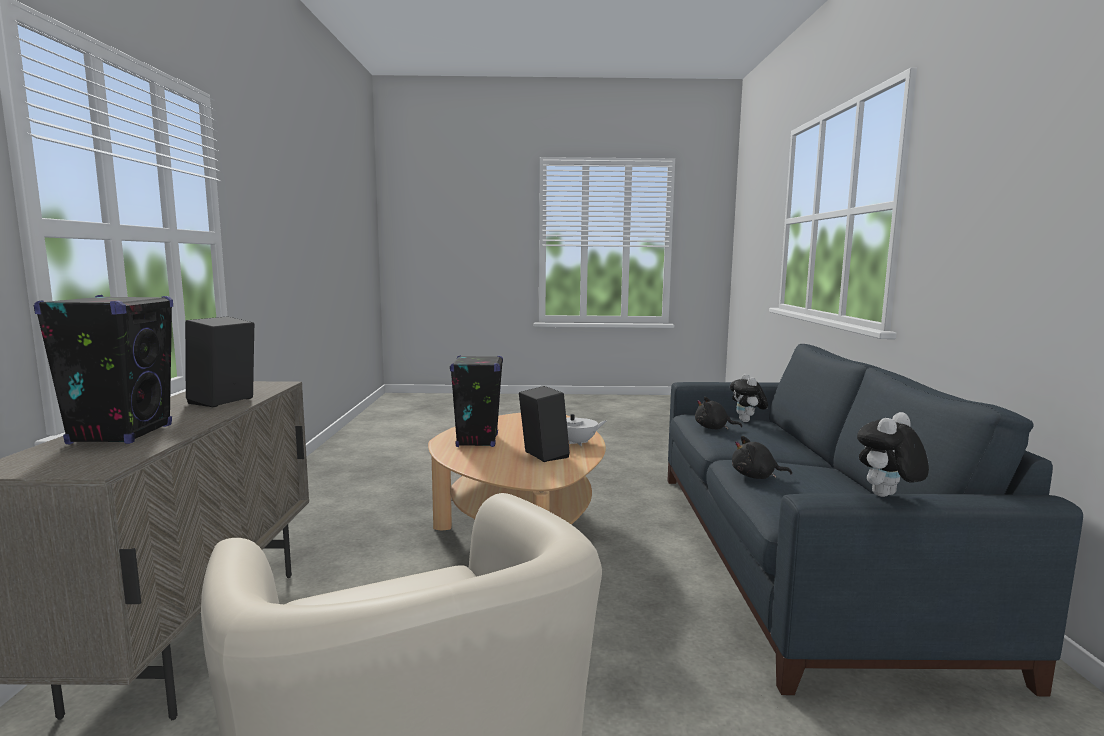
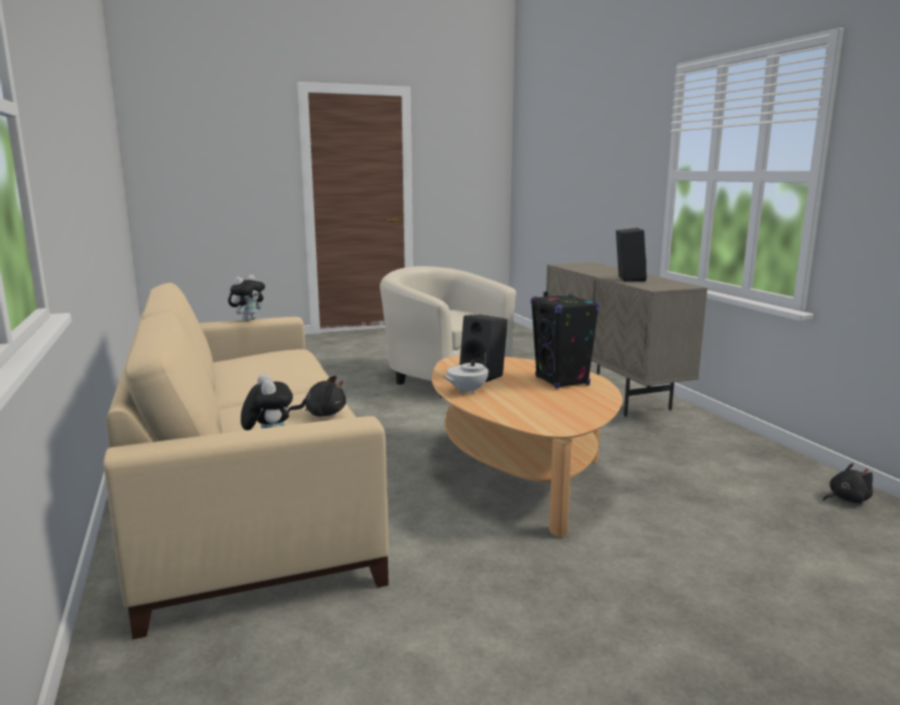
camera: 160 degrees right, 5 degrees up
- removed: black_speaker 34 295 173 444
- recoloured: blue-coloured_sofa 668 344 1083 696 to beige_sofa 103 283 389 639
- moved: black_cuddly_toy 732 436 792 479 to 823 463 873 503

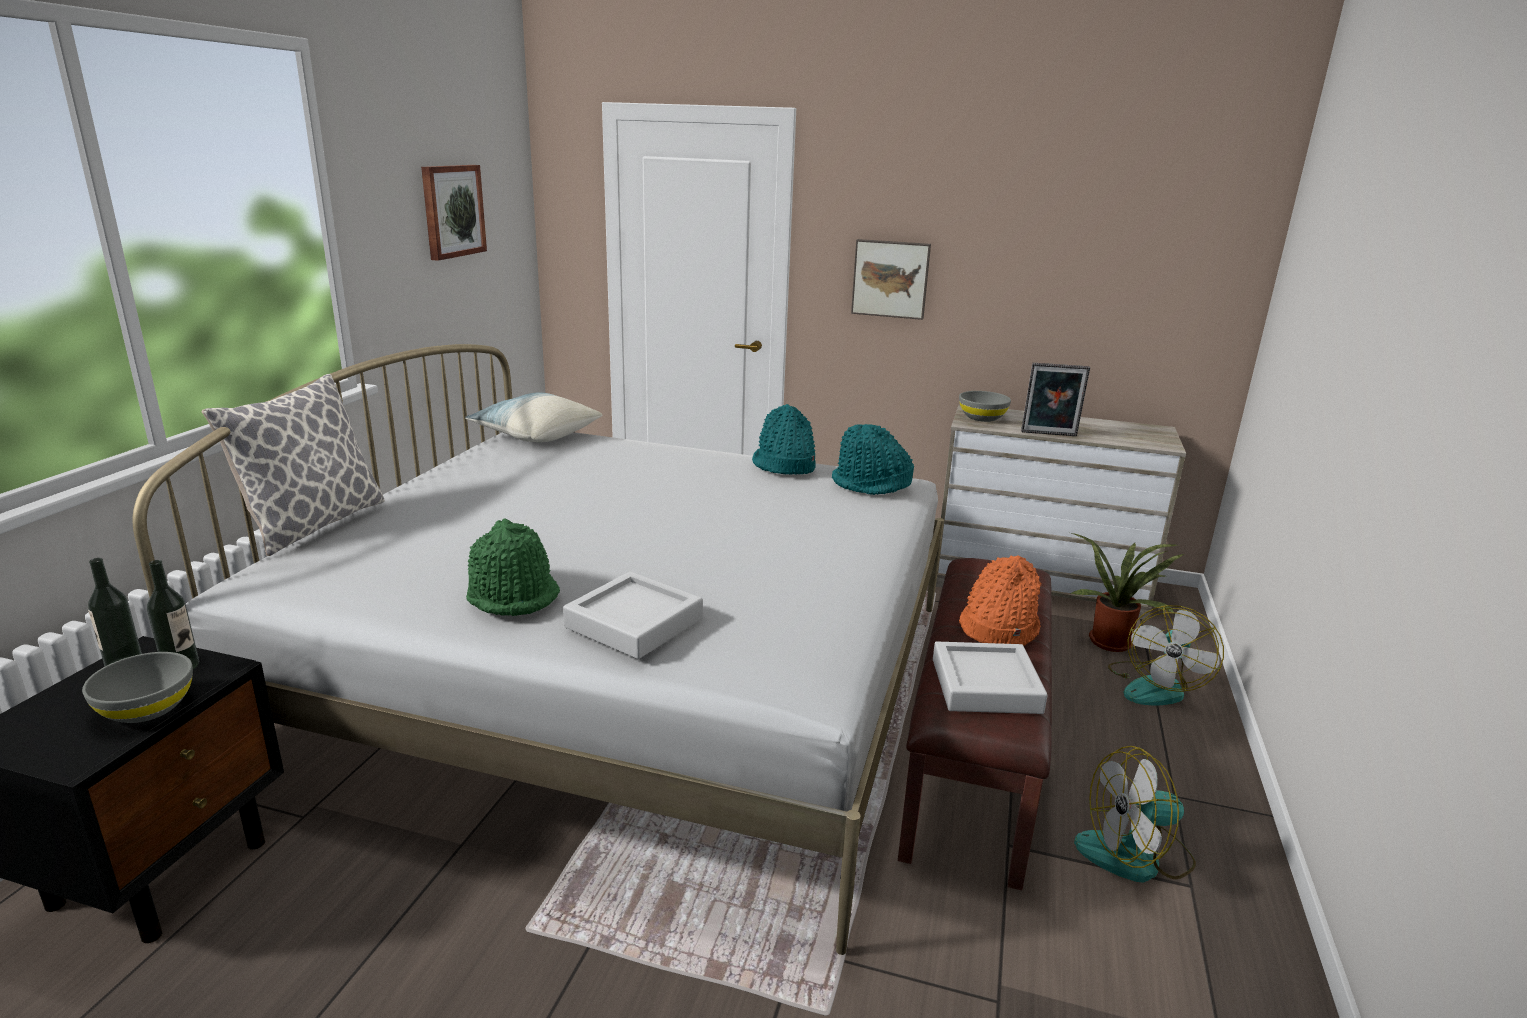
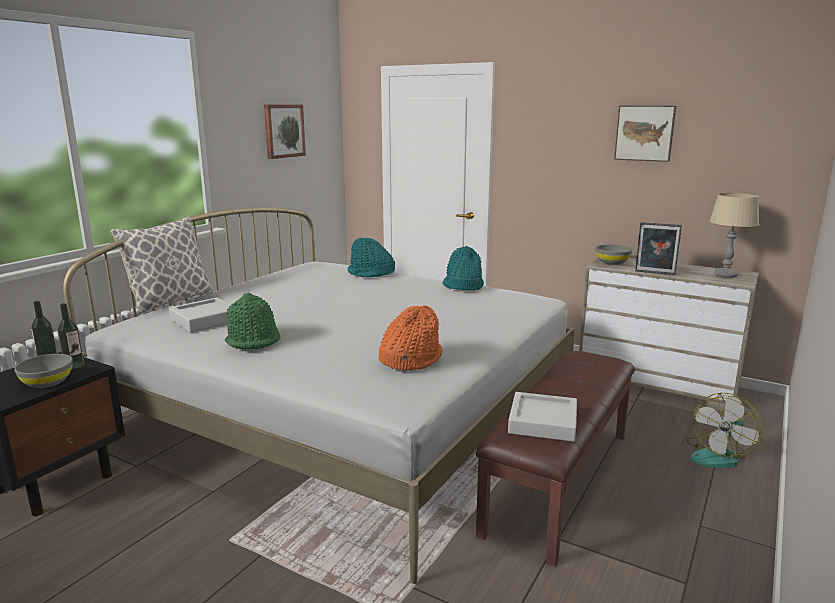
camera: 15 degrees right, 5 degrees down
- removed: cushion 465 392 602 442
- moved: grey_tray 563 571 703 659 to 169 297 231 332
- moved: turquoise-coloured_wearable_hat 832 424 914 495 to 348 238 395 277
- moved: wall_art 851 239 931 320 to 614 106 676 162
- moved: orange-coloured_wearable_hat 959 555 1041 646 to 379 305 443 370
- removed: plant_in_a_pot 1071 533 1184 652
- removed: cooling_fan 1074 746 1196 883
- added: beige_lamp_for_a_table 709 193 759 278

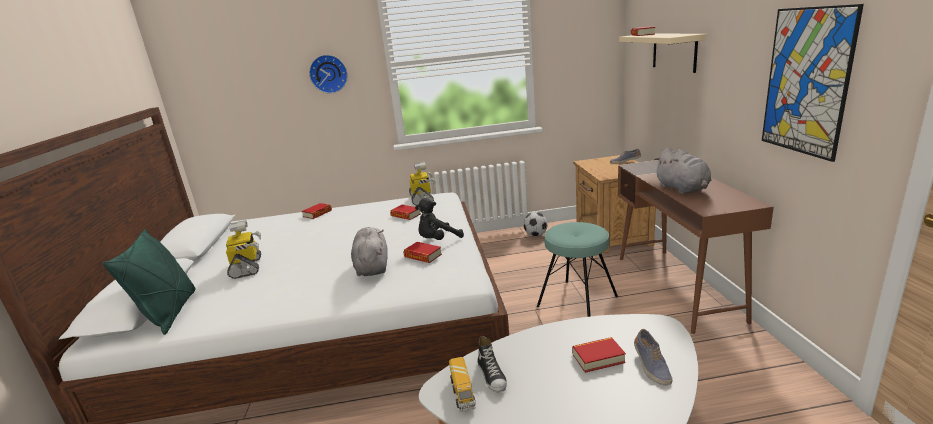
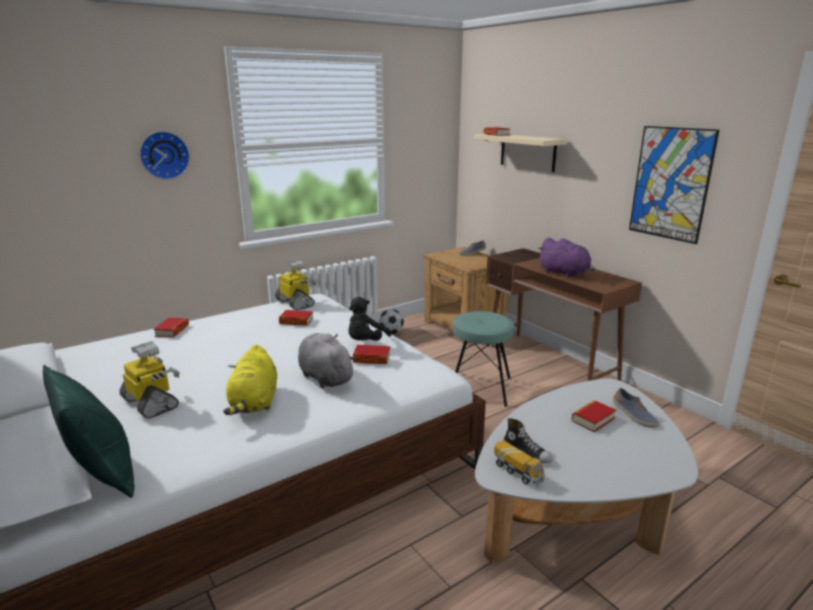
camera: 30 degrees left, 0 degrees up
- recoloured: grey_cuddly_toy 654 147 711 194 to purple_cuddly_toy 538 238 595 278
- added: yellow-coloured_cuddly_toy 223 344 277 415

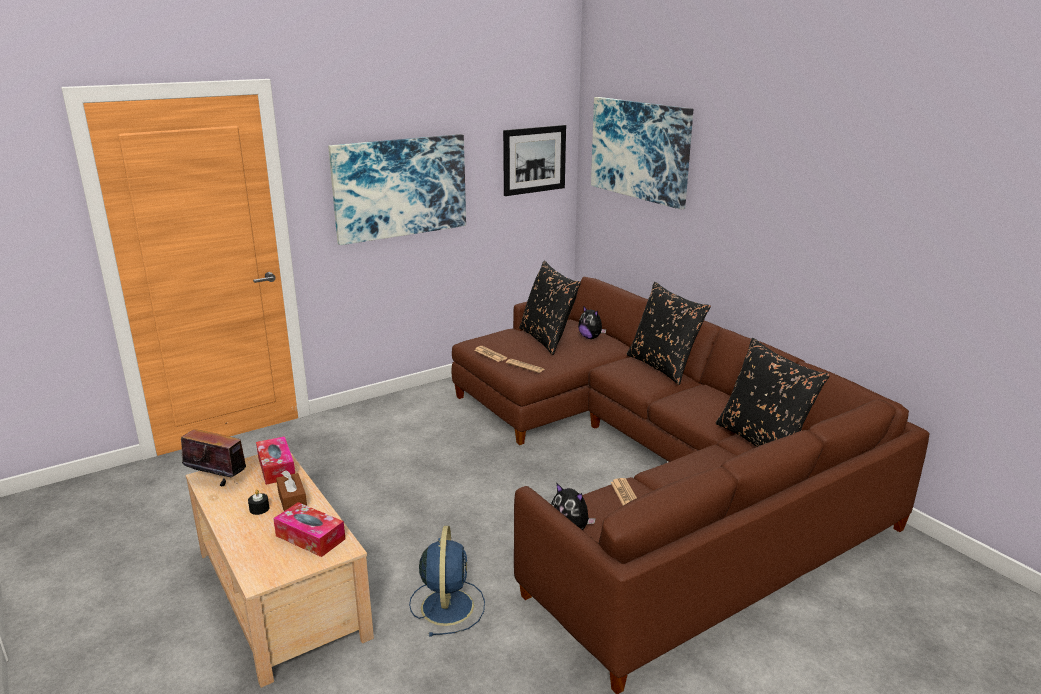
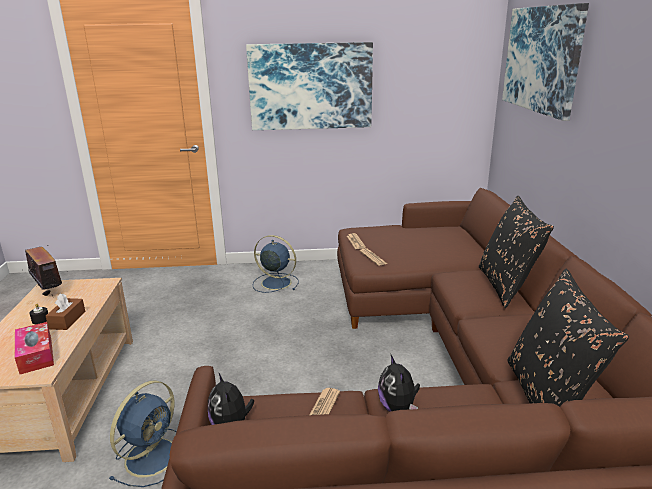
camera: 30 degrees right, 0 degrees up
- removed: box_of_tissues 256 436 295 485
- removed: wall_art 503 125 566 196
- removed: black_cushion 519 261 581 355
- moved: cuddly_toy 578 306 606 339 to 378 355 420 412
- added: blue-coloured_cooling_fan 253 235 298 293

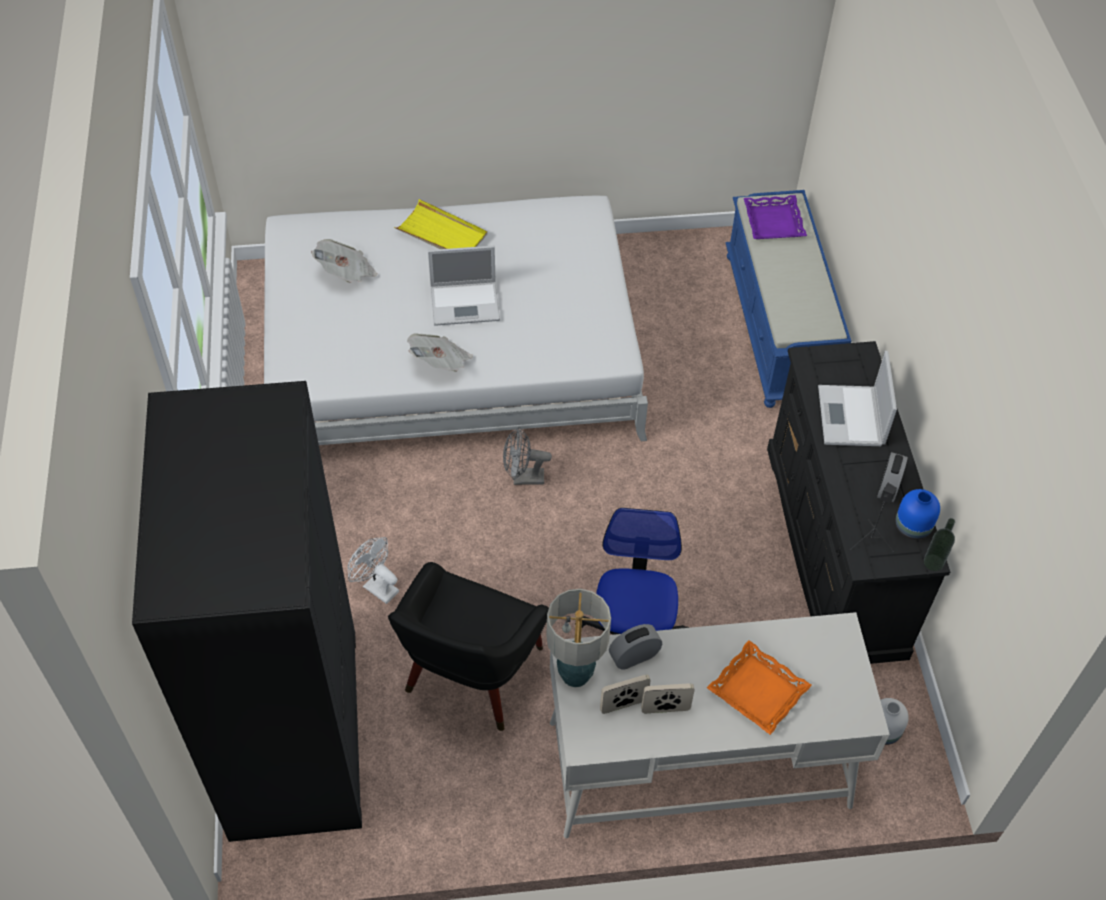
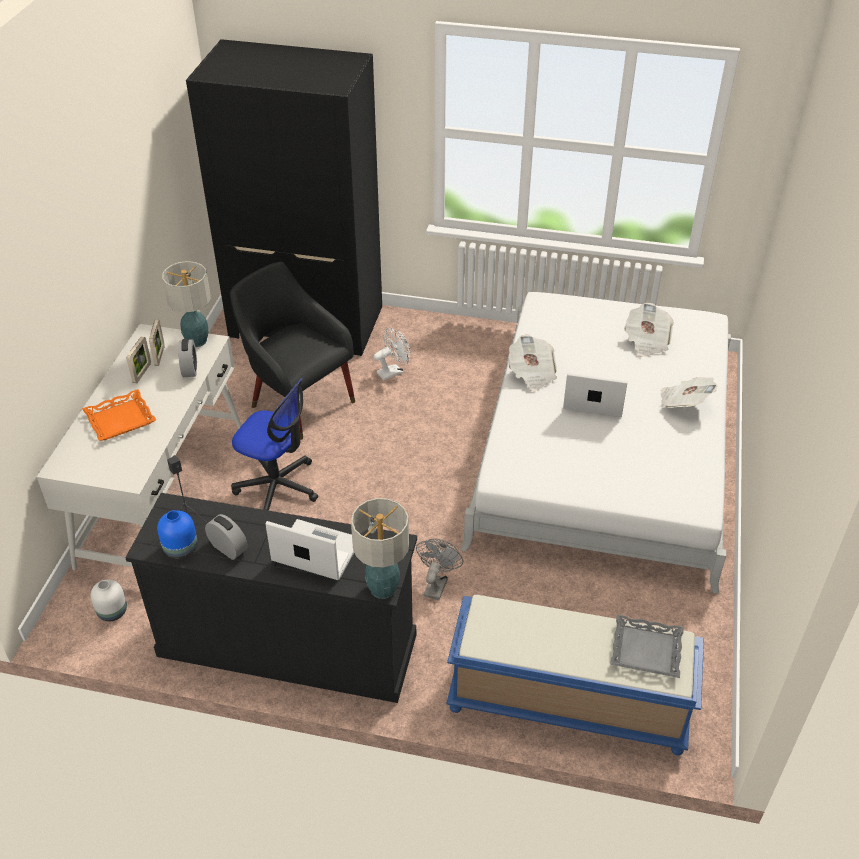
camera: 110 degrees right, 10 degrees down
- replaced: yellow-coloured_tray 394 199 487 249 to printed_paper 661 377 717 408
- turned: portable_computer 428 246 500 326 = 563 373 628 417 90 degrees clockwise
- moved: grey_cooling_fan 503 427 552 485 to 416 539 463 600
- recoloured: purple_tray 744 195 807 239 to grey_tray 610 614 684 678
- removed: drink_bottle 924 518 955 571
- added: lamp_for_a_table 351 498 409 599

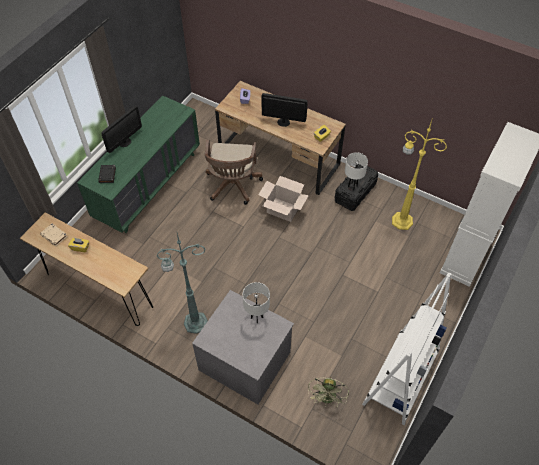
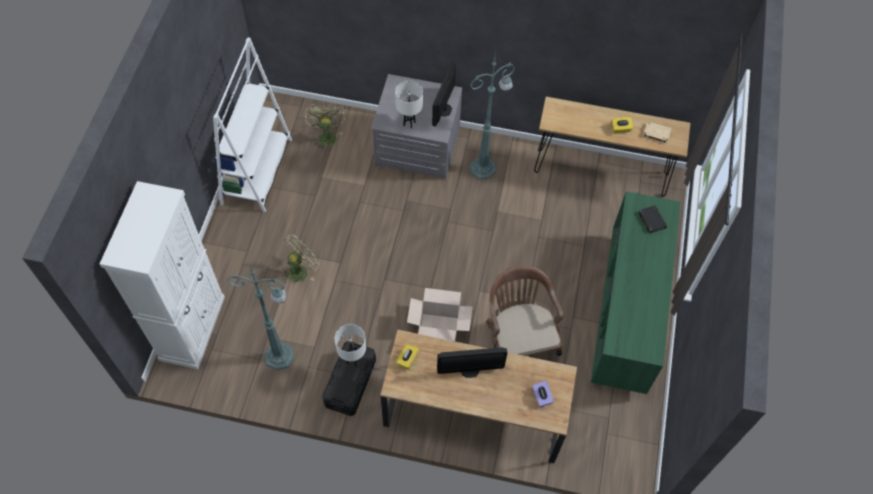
camera: 160 degrees right, 5 degrees up
- moved: computer_display 101 106 142 153 to 432 63 456 127
- recoloured: yellow-coloured_standard_lamp 392 120 447 230 to green-coloured_standard_lamp 227 263 294 370
- added: green-coloured_cooling_fan 282 234 320 282

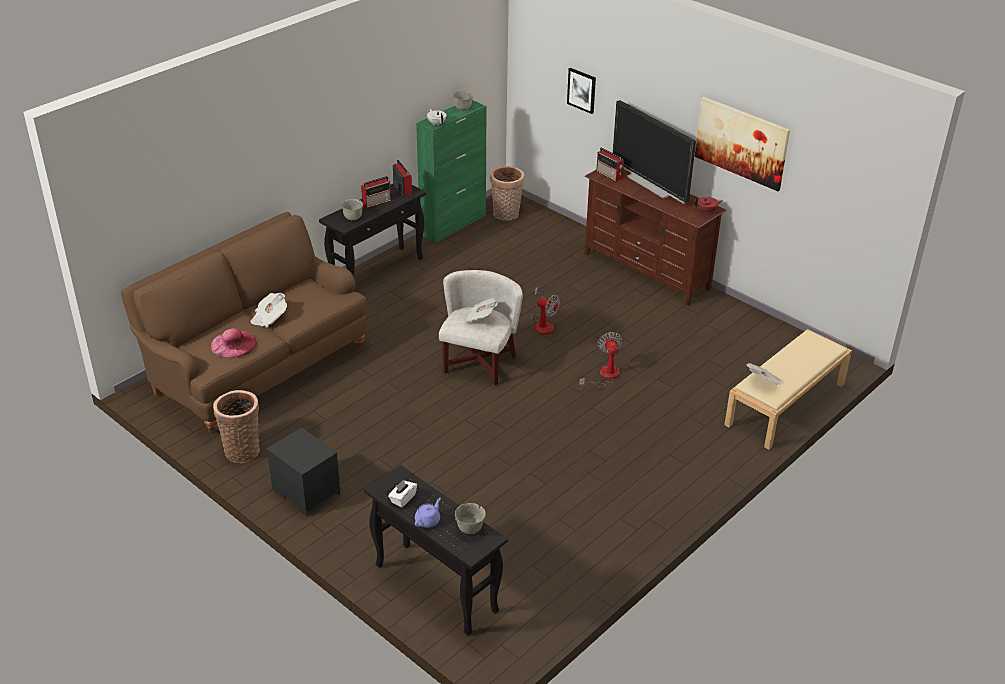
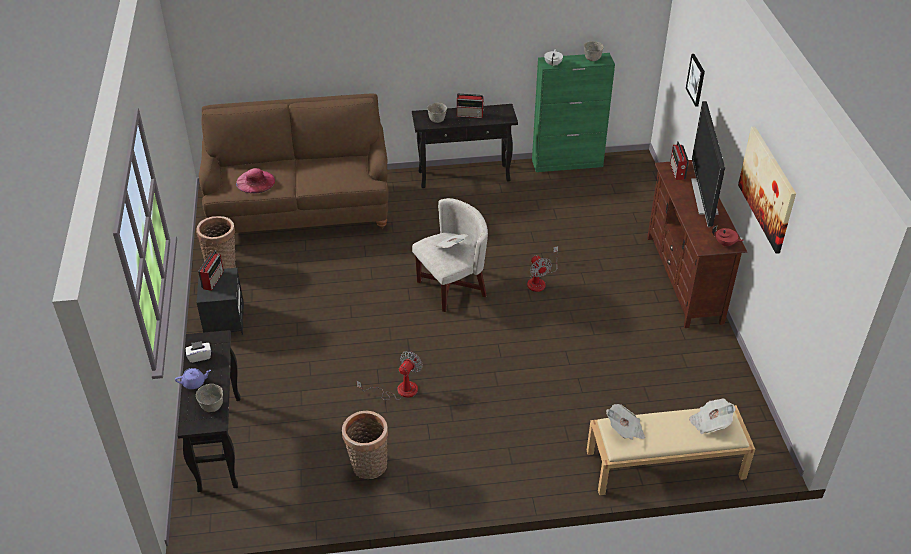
camera: 40 degrees right, 5 degrees up
- moved: printed_paper 250 293 287 327 to 689 399 736 434
- moved: radio_set 392 160 412 195 to 198 250 224 291
- moved: household_basket 490 166 524 221 to 342 411 388 479
- moved: cooling_fan 579 332 623 390 to 356 351 423 400

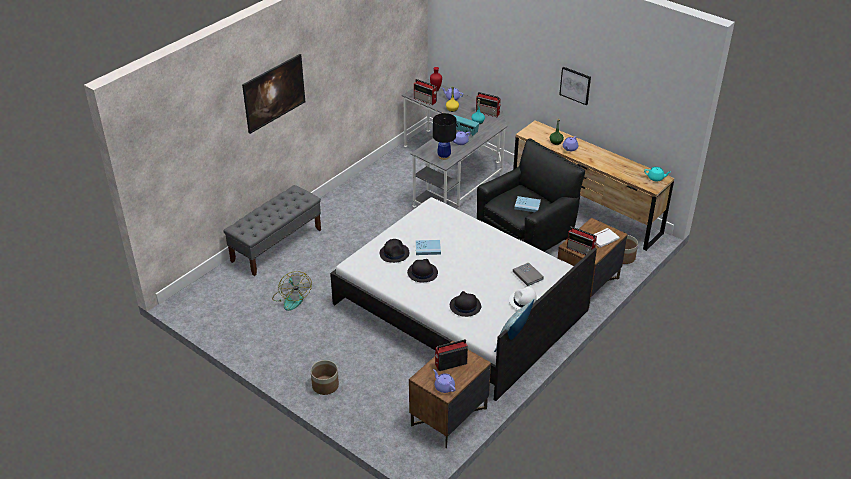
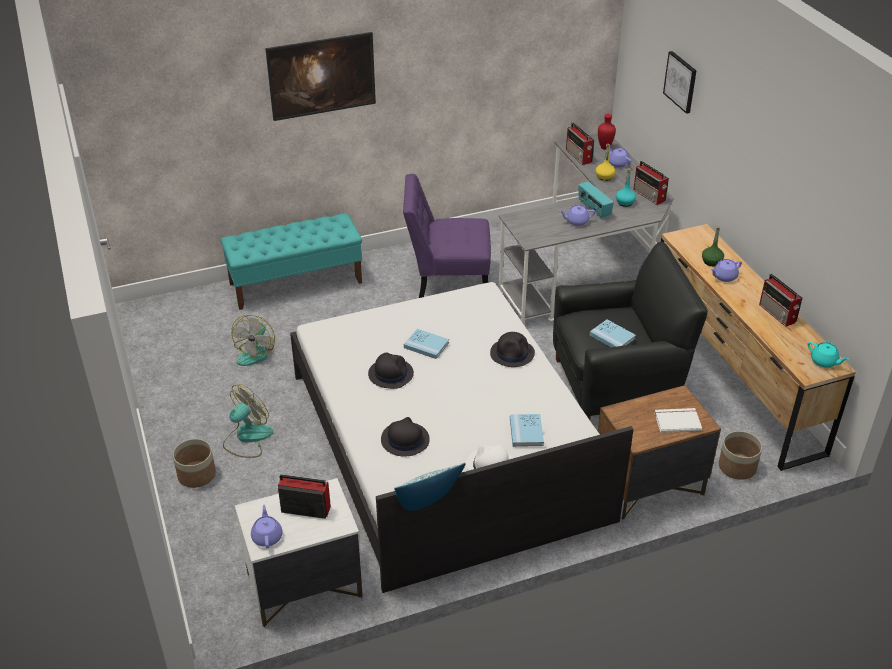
camera: 30 degrees right, 0 degrees up
- recoloured: grey_long_seat 224 185 321 276 to turquoise-coloured_long_seat 220 213 362 310
- moved: black_wearable_hat 380 239 409 263 to 490 332 535 367
- recoloured: brown_nightstand 409 341 491 449 to white_nightstand 235 478 363 628
- removed: black_lamp_for_a_table 433 113 456 160
- recoloured: grey_book 513 262 544 286 to blue-coloured_book 510 414 544 447
- moved: wall_art 559 67 591 105 to 663 51 697 114
- moved: radio_set 567 226 597 255 to 759 274 802 327
- added: cooling_fan 223 384 273 458
- added: purple_plain_chair 403 174 491 298

